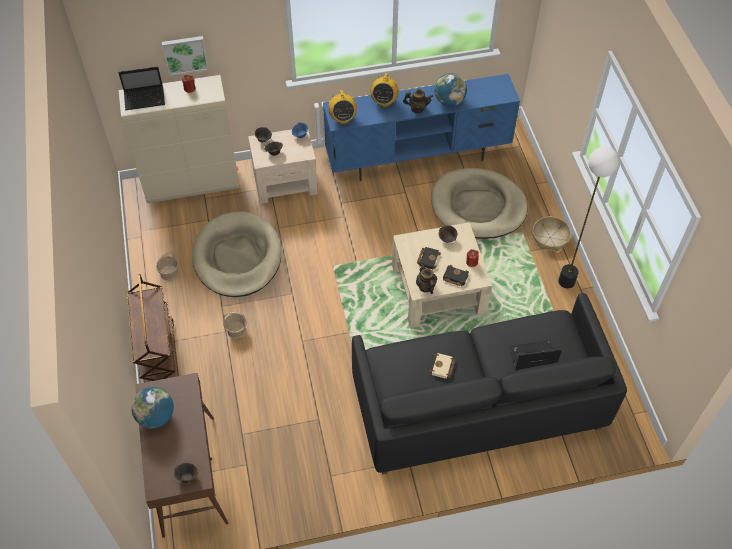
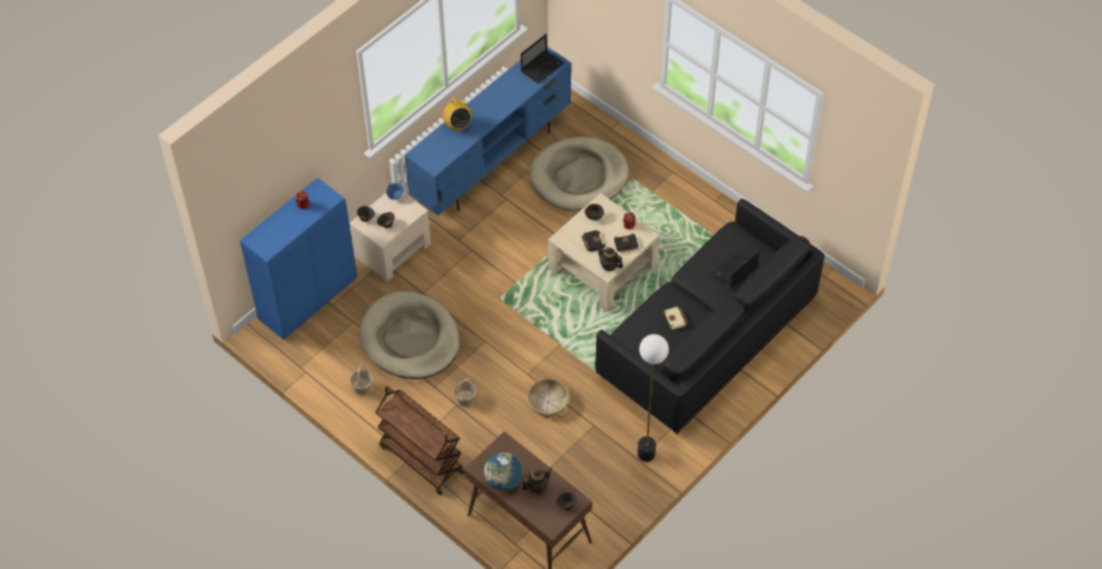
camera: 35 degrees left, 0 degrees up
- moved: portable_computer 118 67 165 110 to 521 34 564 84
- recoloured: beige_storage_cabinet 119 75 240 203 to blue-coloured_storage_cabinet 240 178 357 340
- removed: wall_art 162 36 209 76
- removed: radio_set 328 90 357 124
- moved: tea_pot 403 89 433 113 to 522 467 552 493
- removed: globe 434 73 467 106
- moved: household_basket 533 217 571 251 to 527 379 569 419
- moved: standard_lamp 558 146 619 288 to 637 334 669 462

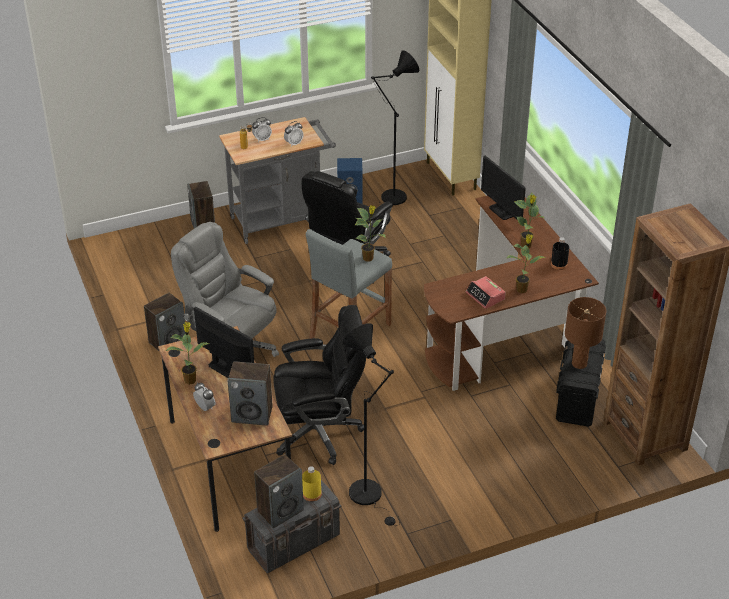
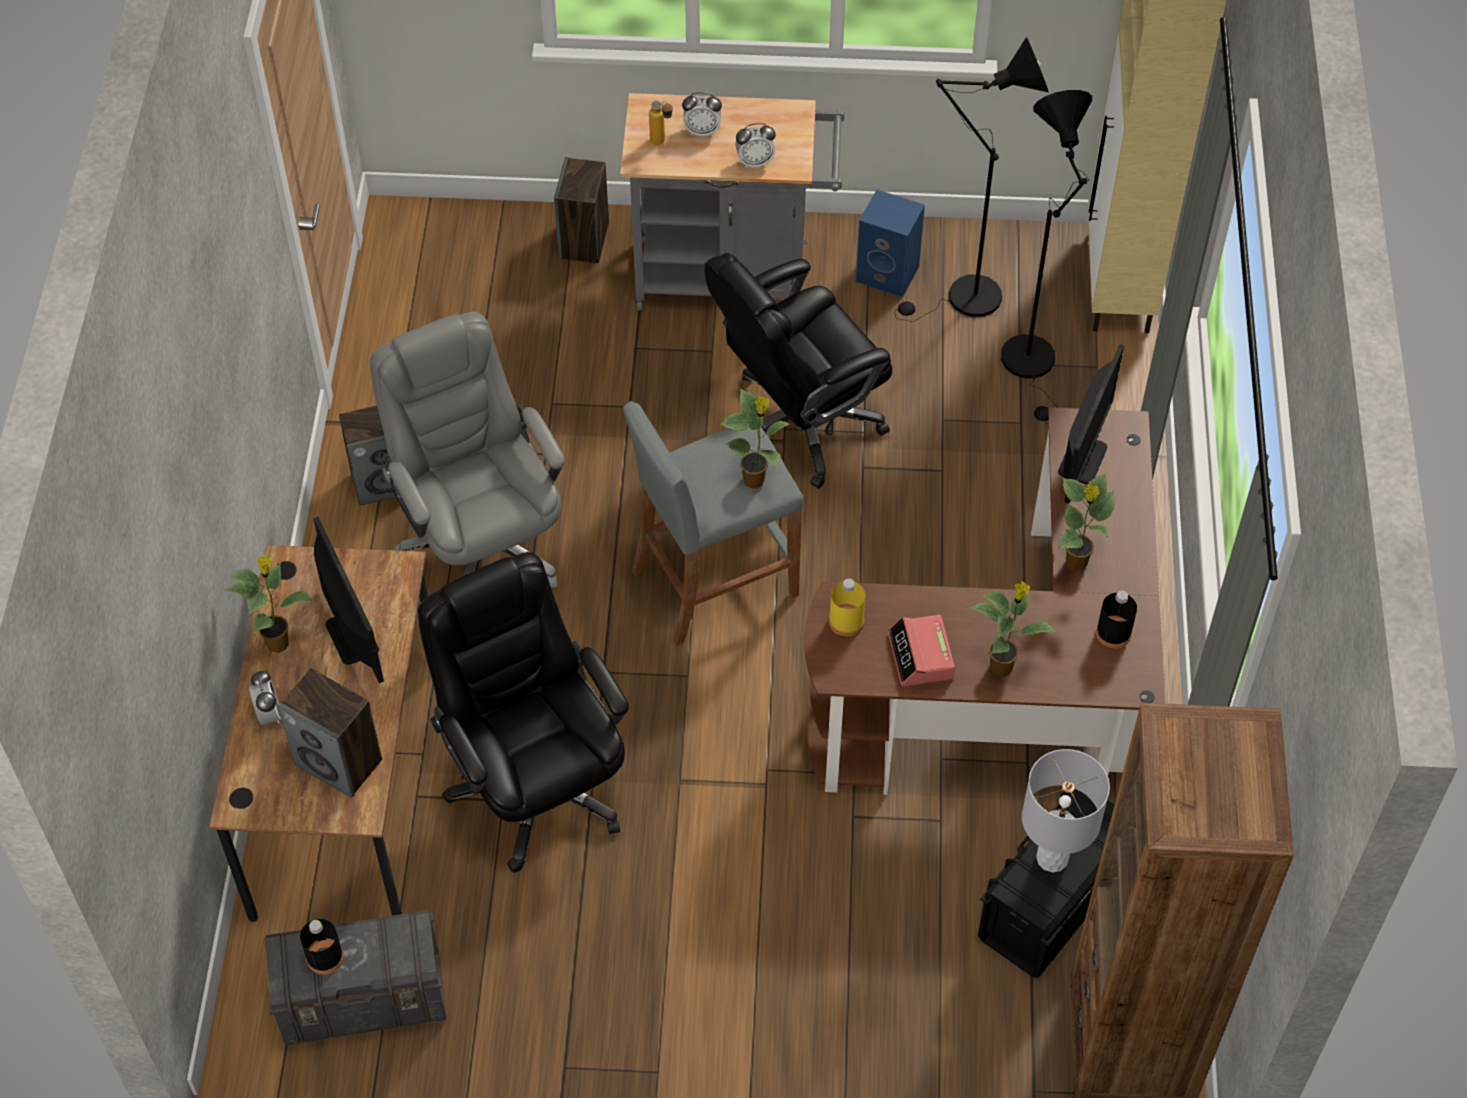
camera: 25 degrees right, 15 degrees up
- replaced: speaker 254 454 304 528 to black_drink_bottle 300 919 344 975
- turned: black_desk_chair 273 305 366 465 = 418 552 629 873 135 degrees counterclockwise
- moved: yellow-coloured_drink_bottle 302 466 322 501 to 829 579 865 637
- moved: black_standard_lamp 343 323 400 526 to 1001 90 1092 424
- turned: computer_display 481 155 526 220 = 1058 344 1124 504 150 degrees counterclockwise
- recoloured: brown_lamp_for_a_table 565 297 606 369 to grey_lamp_for_a_table 1022 749 1110 873

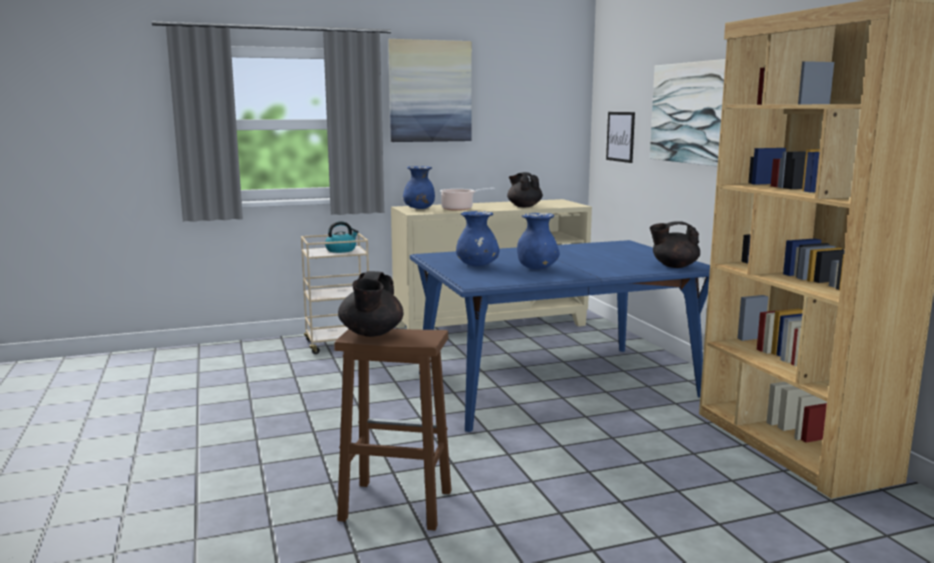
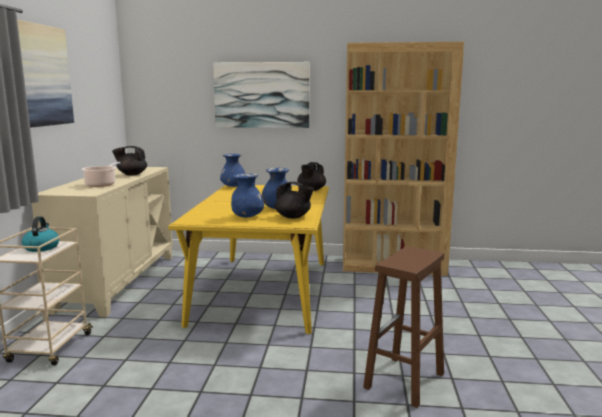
camera: 65 degrees left, 0 degrees up
- moved: black_tea_pot 338 271 404 337 to 275 182 314 219
- moved: blue-coloured_decorative_vase 403 166 435 209 to 220 154 245 187
- recoloured: blue-coloured_dining_table 410 240 710 432 to yellow-coloured_dining_table 168 185 329 334
- removed: wall_art 606 112 635 163

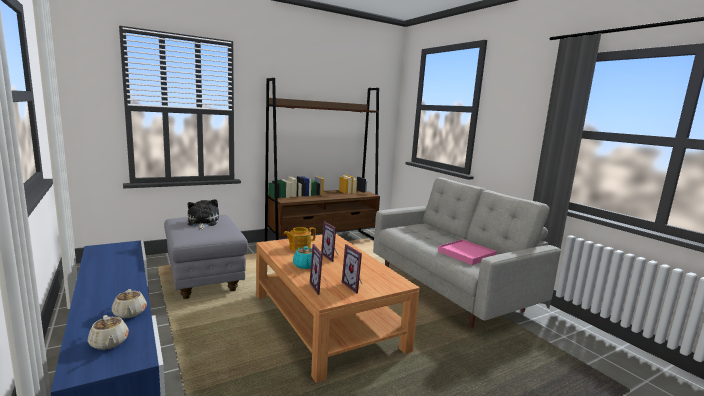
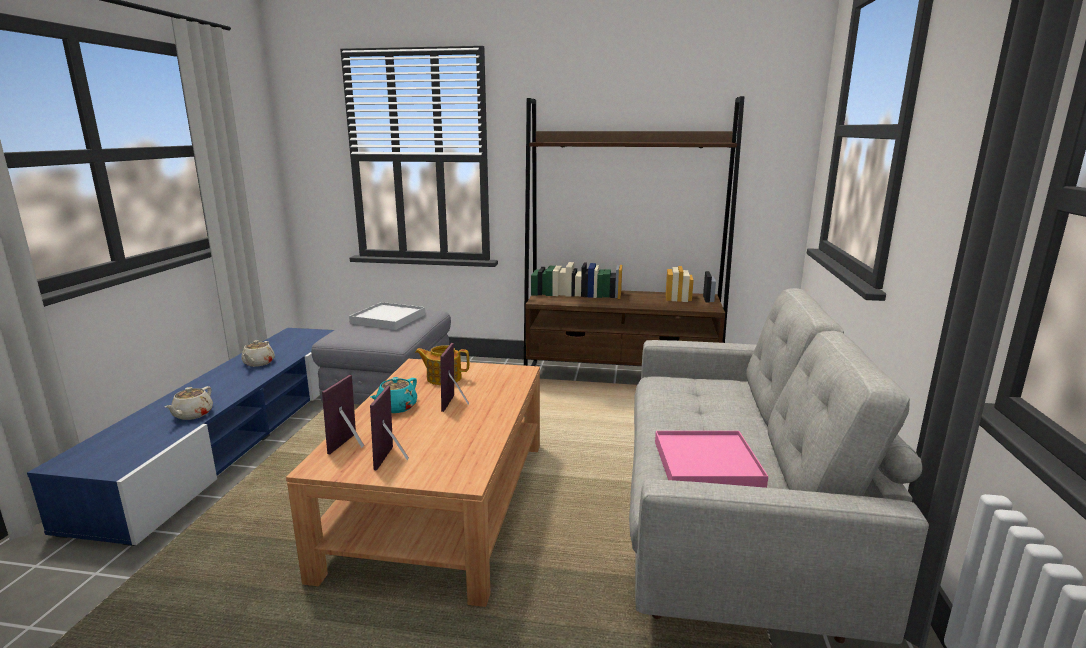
camera: 40 degrees right, 5 degrees up
- moved: beige_tea_pot 88 315 129 350 to 241 340 275 367
- replaced: cuddly_toy 187 199 219 230 to white_tray 349 302 425 330

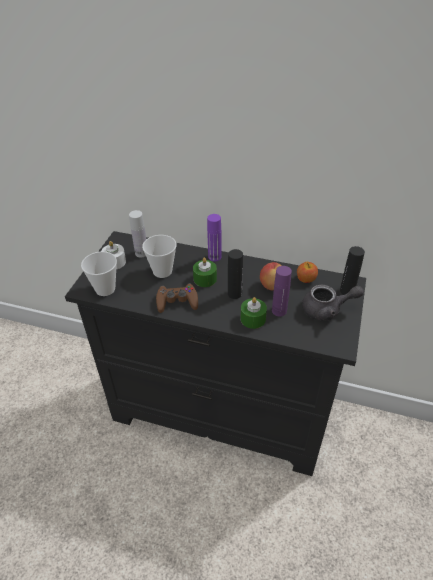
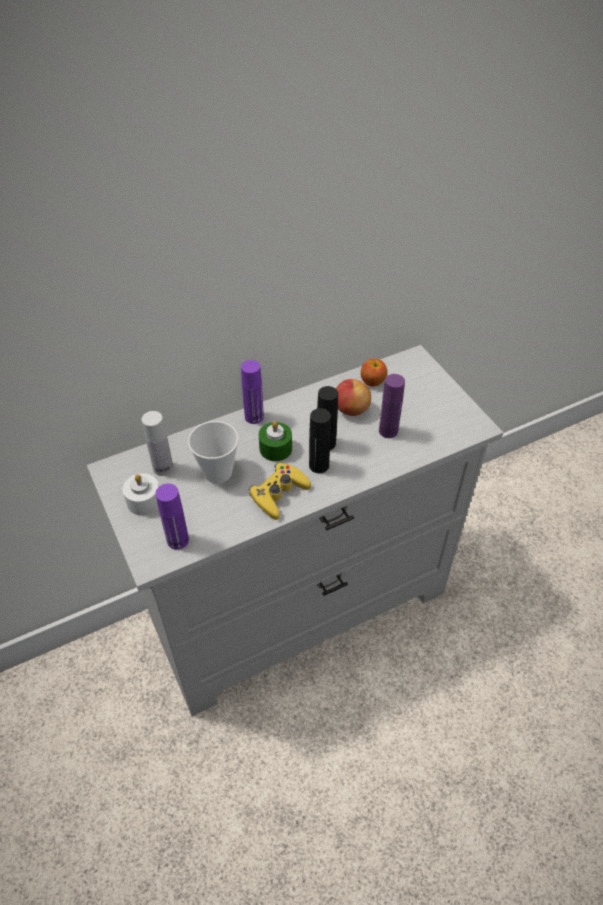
camera: 45 degrees left, 5 degrees up
- recoloured: black_drawer_chest 65 231 366 476 to white_drawer_chest 87 345 503 716
- replaced: cup 81 251 117 296 to purple_drink_bottle 156 484 189 550
- recoloured: brown_gamepad 156 283 198 313 to yellow-coloured_gamepad 249 463 311 520
- removed: green-coloured_wax_light 241 297 267 329
- removed: grey_tea_pot 302 285 364 321
- moved: black_drink_bottle 340 246 365 295 to 309 408 331 473

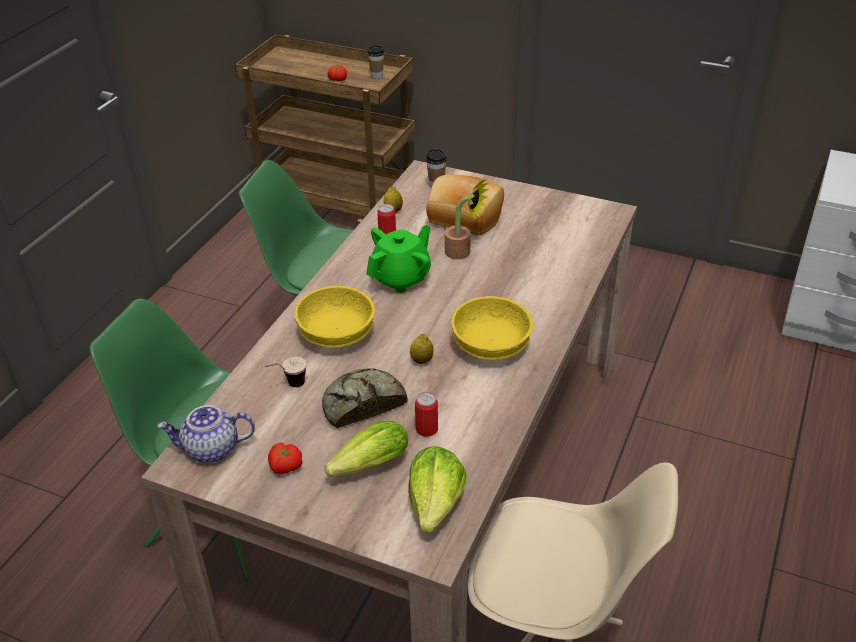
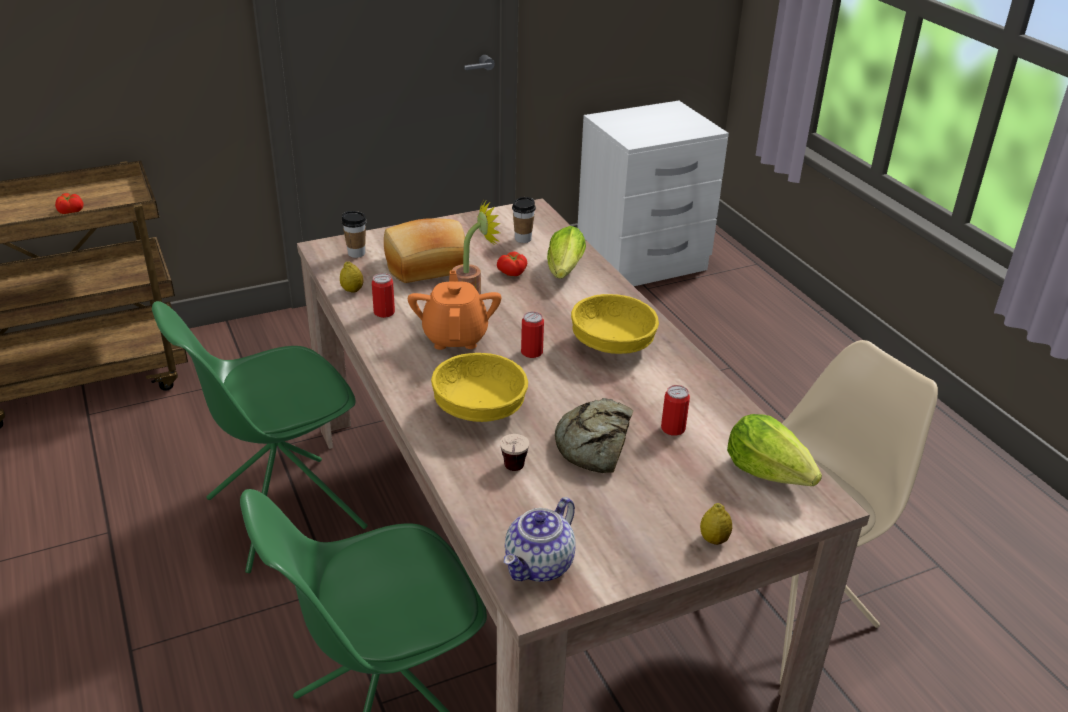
camera: 50 degrees left, 5 degrees down
- moved: fresh_tomato 268 443 303 474 to 497 252 527 276
- moved: lettuce 324 421 408 477 to 547 226 586 278
- recoloured: green-coloured_tea_pot 366 225 431 293 to orange-coloured_tea_pot 408 270 501 350
- moved: cup 367 45 384 79 to 512 197 536 243
- moved: whole_lemon 410 333 434 364 to 700 503 732 545
- added: sealed_can 521 311 544 358

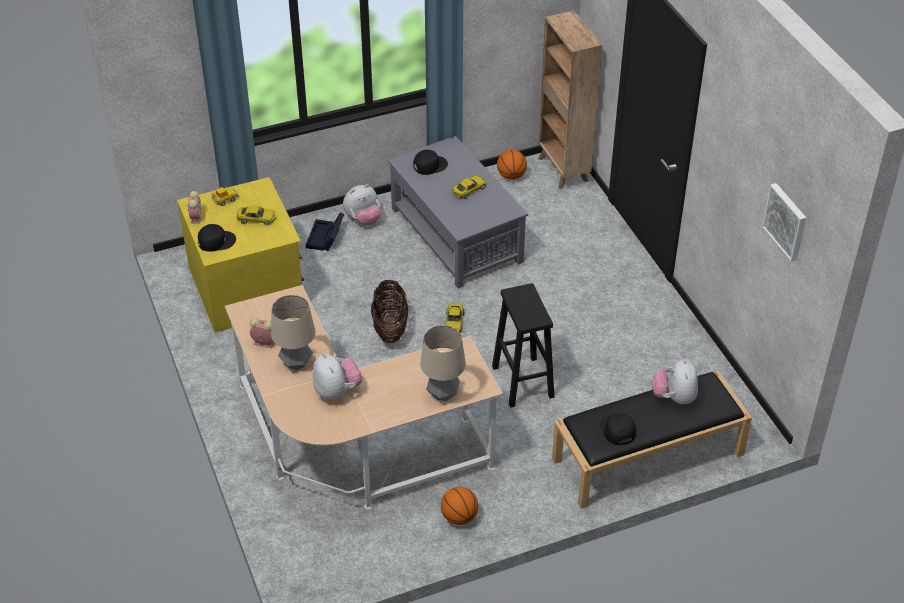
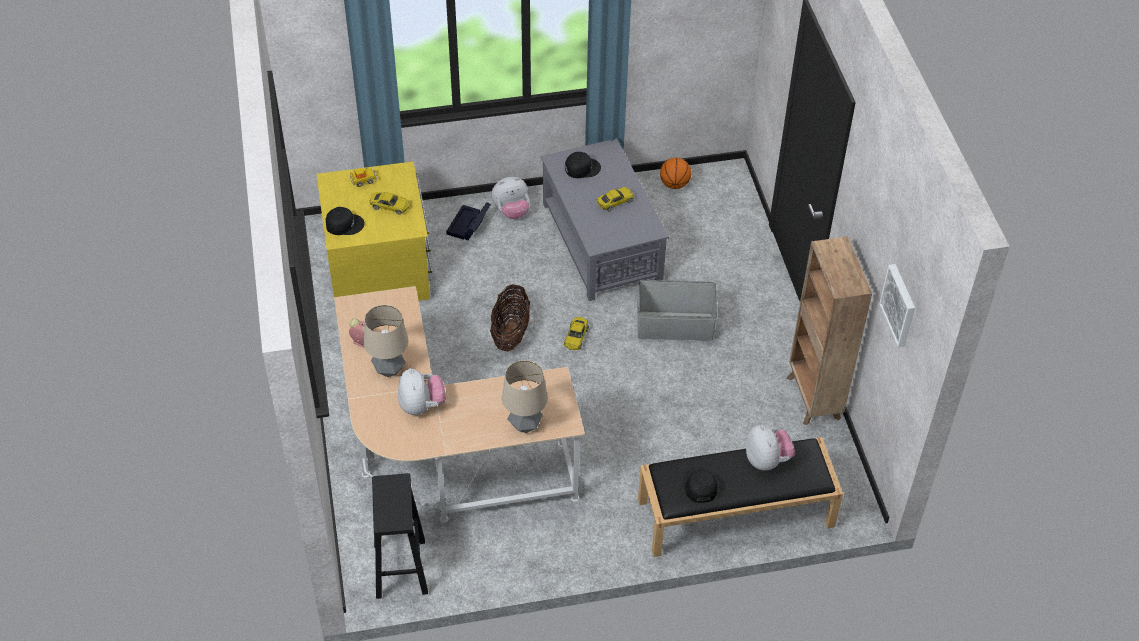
camera: 10 degrees right, 5 degrees up
- removed: alarm_clock 186 191 201 224
- removed: basketball 441 487 478 525
- moved: black_stool_seat 492 283 554 408 to 372 473 428 599
- moved: brown_bookshelf 538 11 602 189 to 787 236 872 425
- turned: cuddly_toy 653 359 698 404 = 746 425 795 471 150 degrees clockwise
- added: grey_storage_box 637 280 717 341

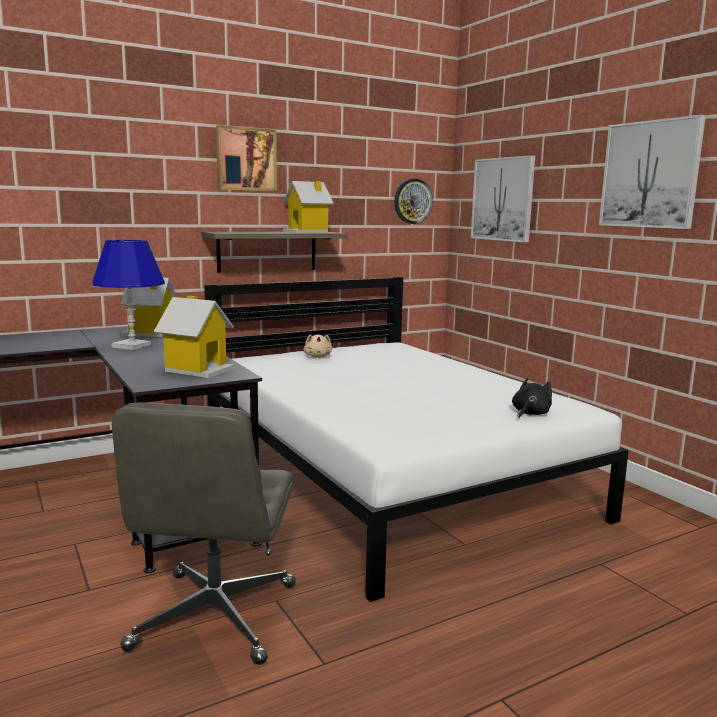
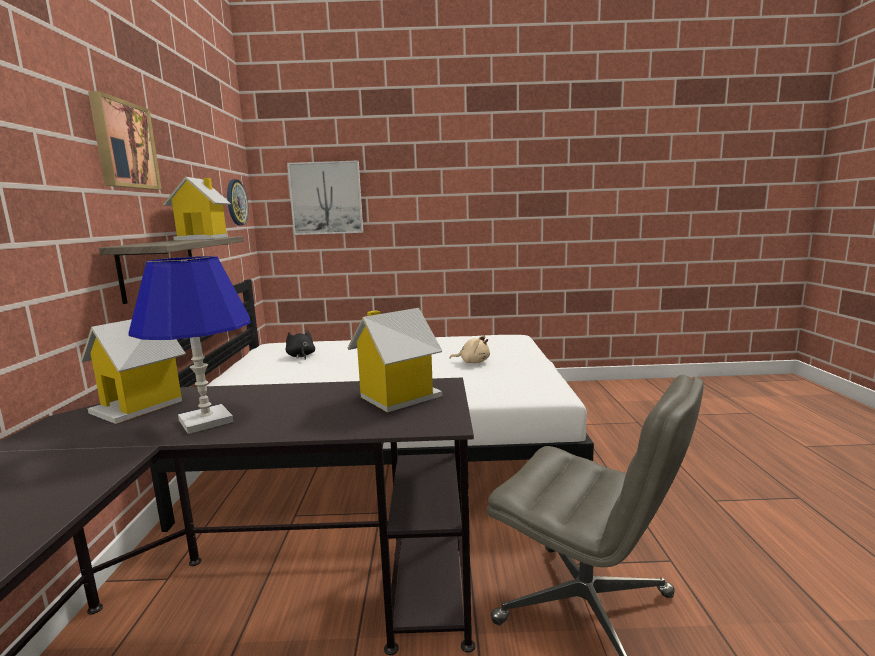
camera: 60 degrees left, 0 degrees up
- moved: beige_cuddly_toy 304 334 332 358 to 449 335 490 363
- moved: black_cuddly_toy 512 378 552 418 to 286 330 315 360
- removed: wall_art 599 115 706 229

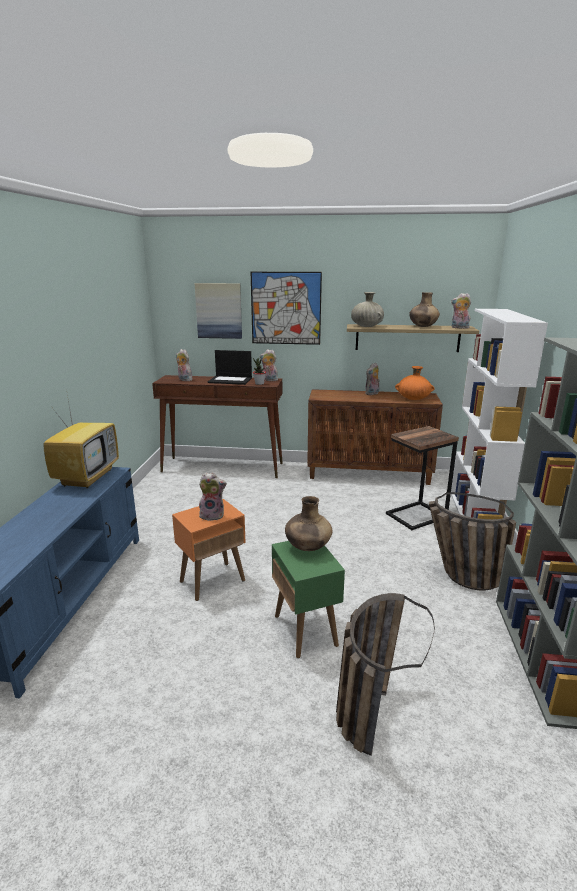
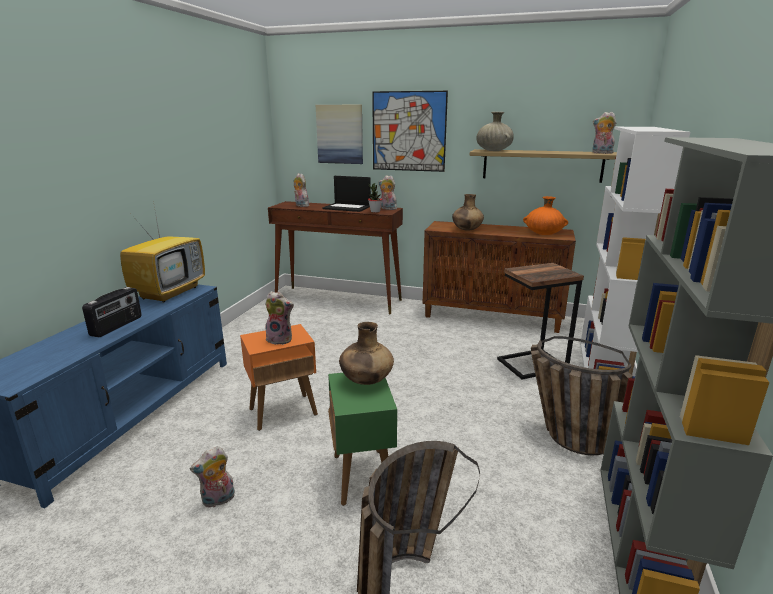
camera: 10 degrees right, 0 degrees up
- moved: cuddly_toy 365 362 380 395 to 190 446 235 508
- moved: brown_decorative_vase 409 292 440 327 to 452 194 484 231
- added: radio_set 82 287 142 337

